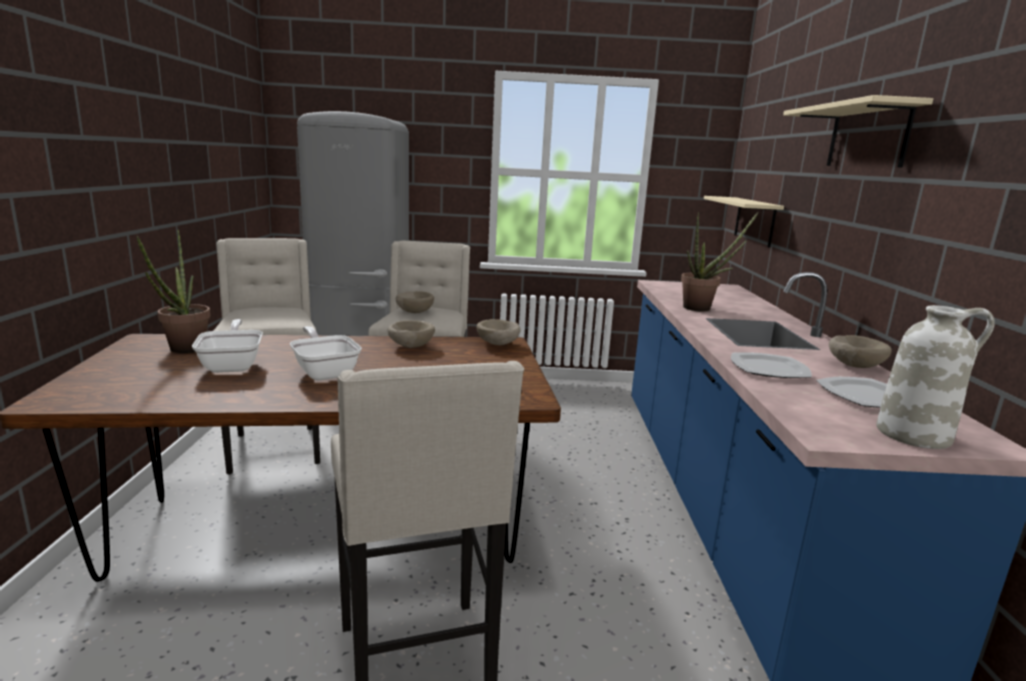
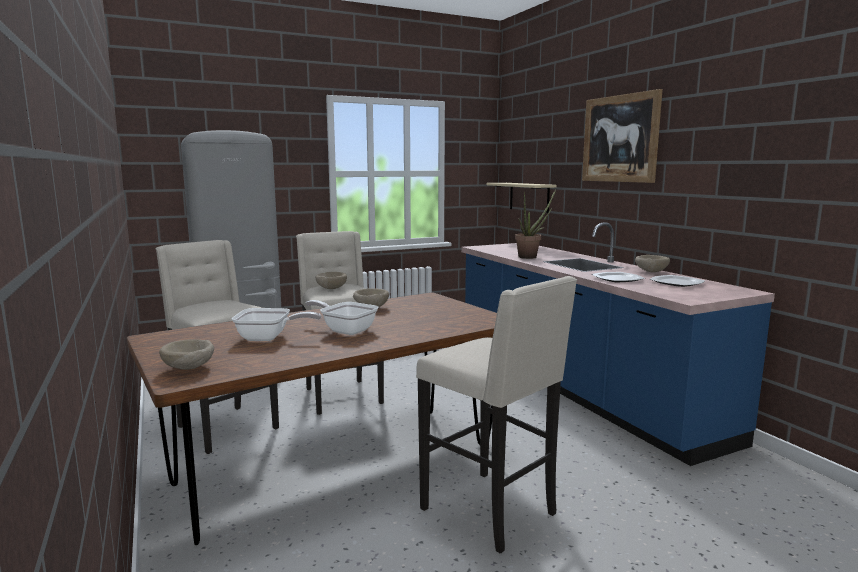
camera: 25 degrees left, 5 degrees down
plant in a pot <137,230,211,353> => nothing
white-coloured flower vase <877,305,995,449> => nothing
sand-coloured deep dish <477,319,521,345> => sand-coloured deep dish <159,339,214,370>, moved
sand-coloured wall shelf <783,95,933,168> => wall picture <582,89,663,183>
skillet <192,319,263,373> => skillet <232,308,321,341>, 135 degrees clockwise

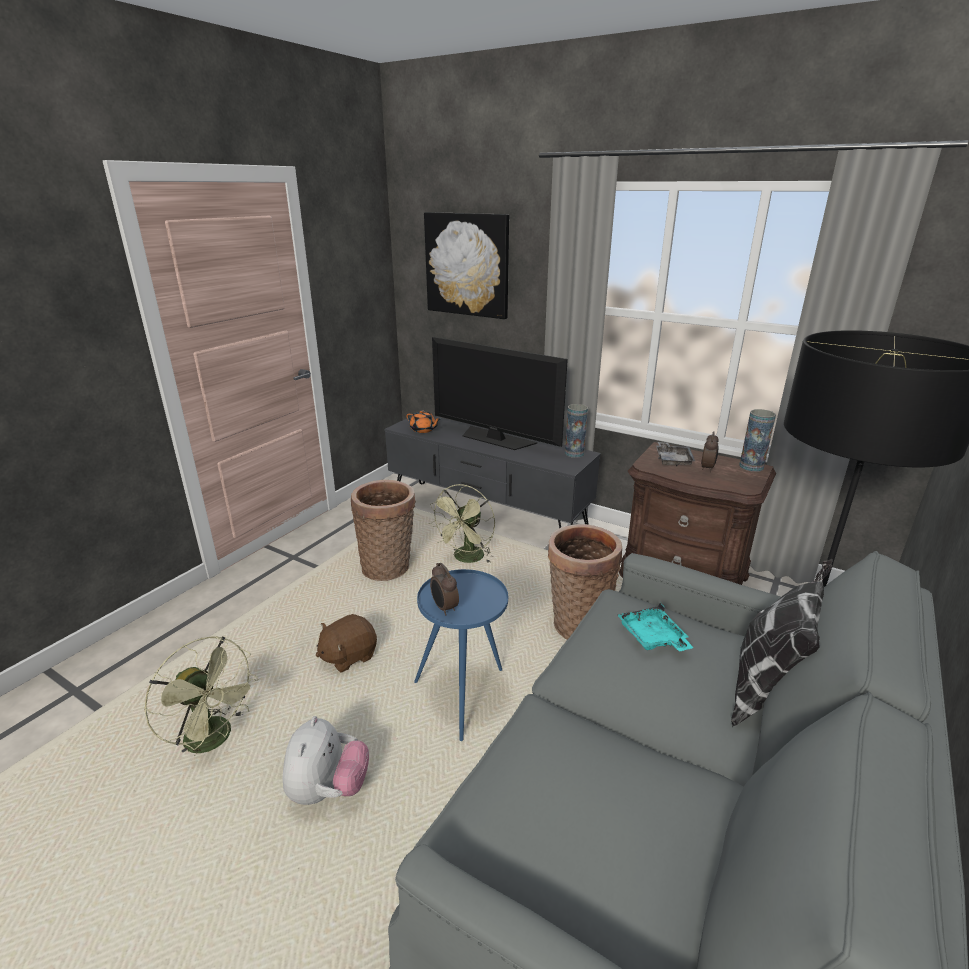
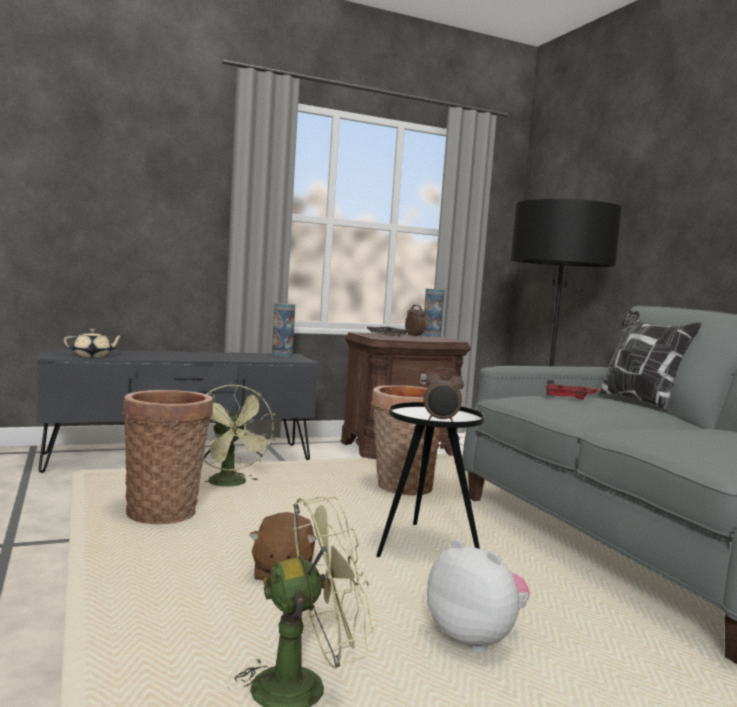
camera: 55 degrees left, 20 degrees down
wall picture <424,212,509,319> => nothing
television <432,337,568,450> => nothing
orange-coloured tea pot <406,410,440,433> => sand-coloured tea pot <64,329,124,357>
blue accent table <414,569,508,741> => black-coloured accent table <376,402,484,557>
turquoise serving tray <617,603,694,651> => reddish serving tray <545,380,601,399>

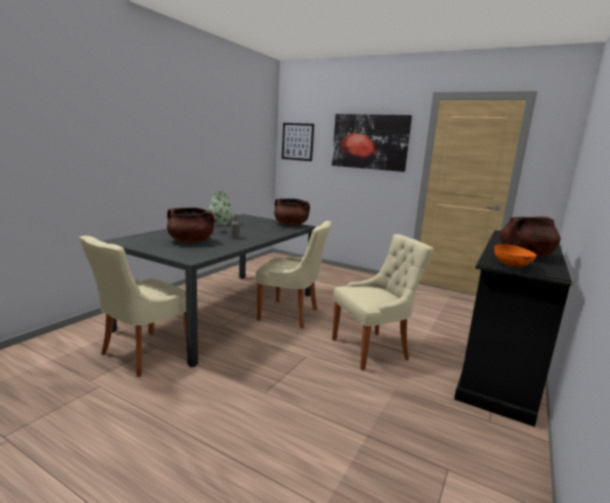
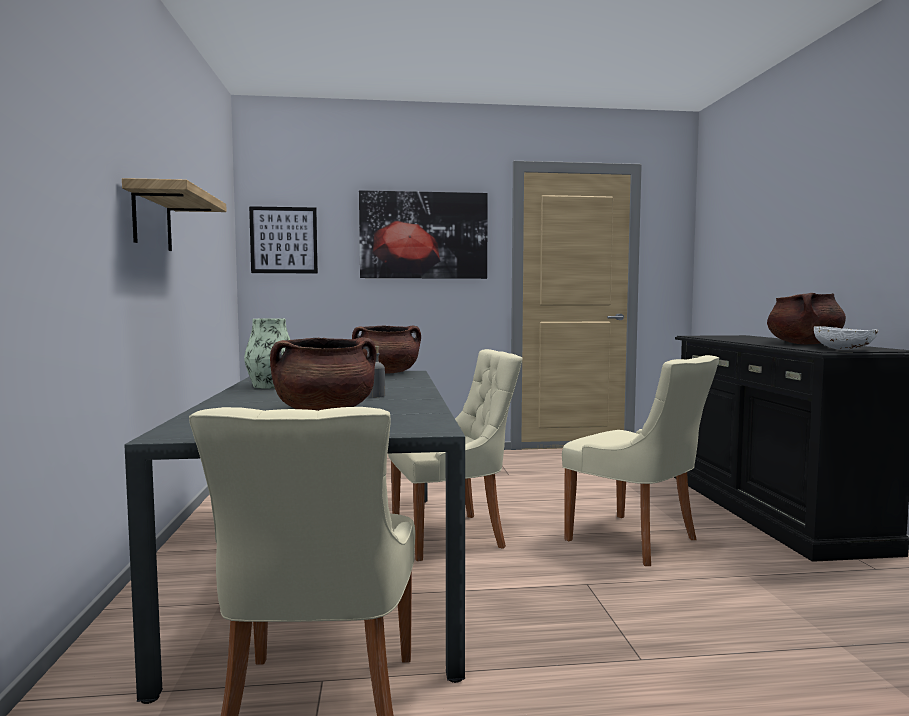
camera: 35 degrees left, 10 degrees down
nothing => wall shelf <122,178,227,251>
orange-coloured deep dish <494,244,537,267> => white-coloured deep dish <814,326,878,350>
sand-coloured plain chair <332,234,434,370> => sand-coloured plain chair <562,355,719,566>, 105 degrees clockwise

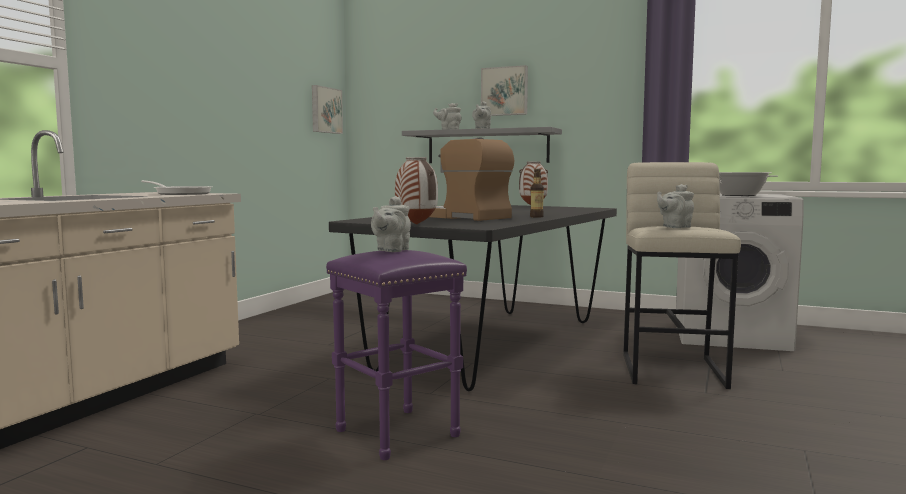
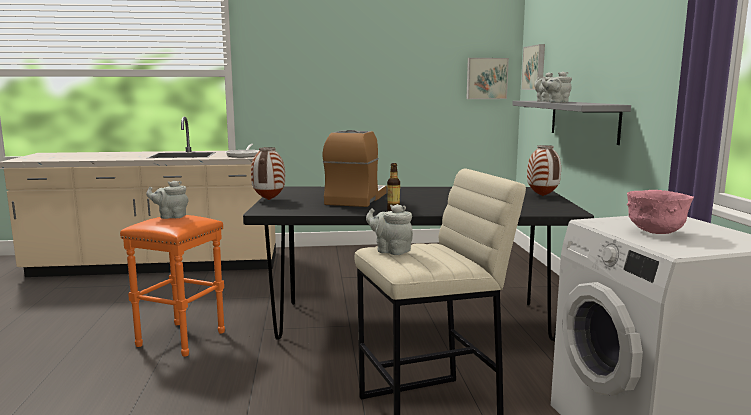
camera: 60 degrees right, 5 degrees up
wall picture <481,65,528,116> => wall picture <521,44,545,90>, moved
cooking pot <719,172,778,196> => pink deep dish <627,190,694,234>
purple stool <326,250,467,460> => orange-coloured stool <120,215,225,357>

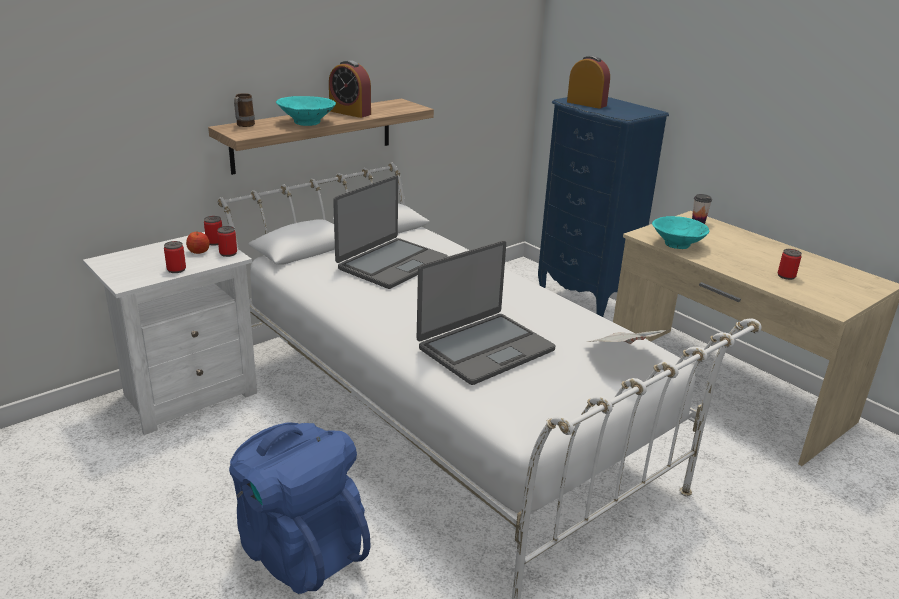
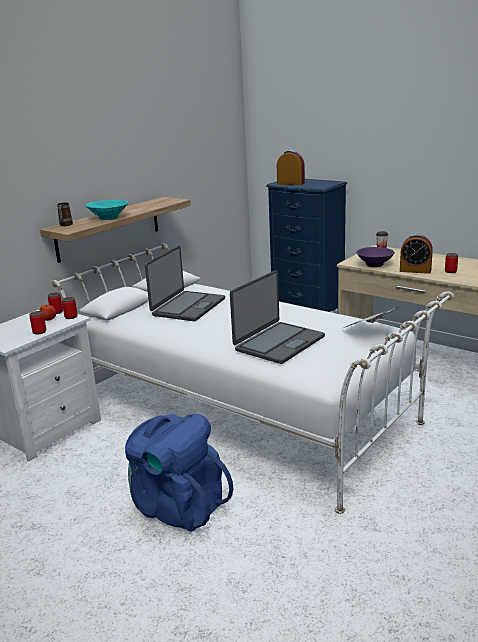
camera: 10 degrees left, 5 degrees down
bedside clock <329,60,371,118> => bedside clock <400,234,433,274>, moved
turquoise deep dish <652,216,710,249> => purple deep dish <356,247,395,267>

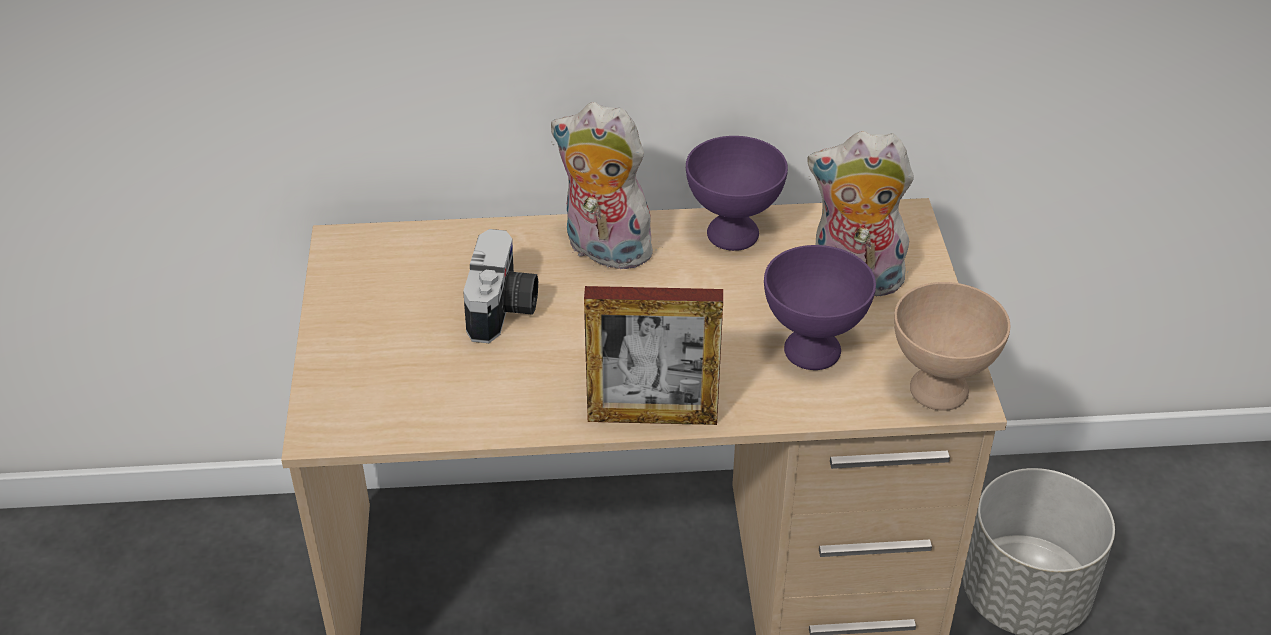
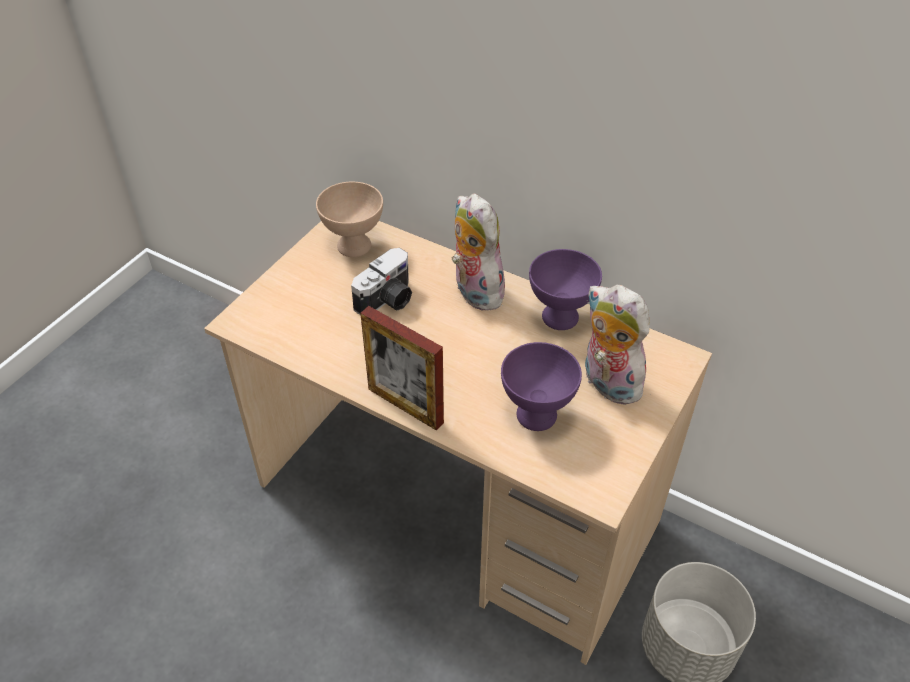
camera: 35 degrees right, 5 degrees up
sand-coloured deep dish <894,282,1010,411> => sand-coloured deep dish <316,182,383,257>, moved

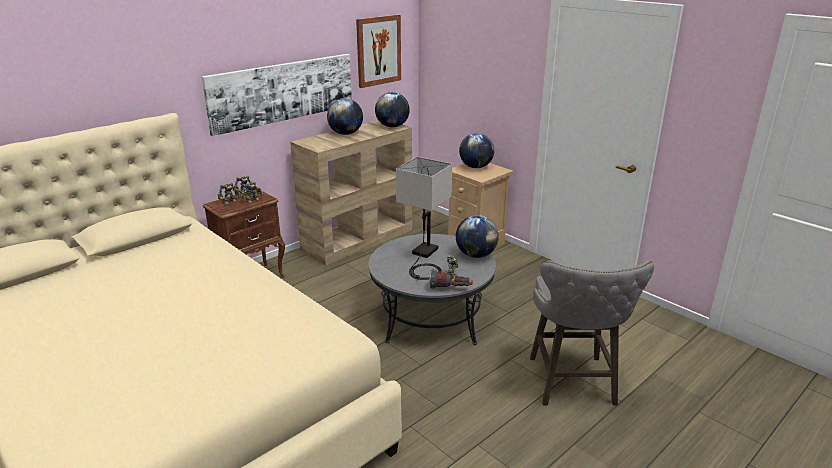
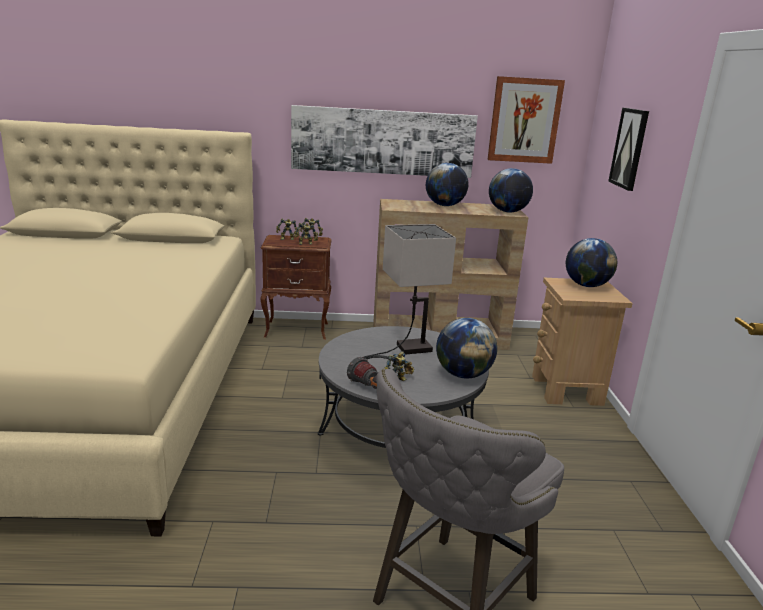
camera: 40 degrees right, 5 degrees down
nothing => wall picture <608,108,649,191>

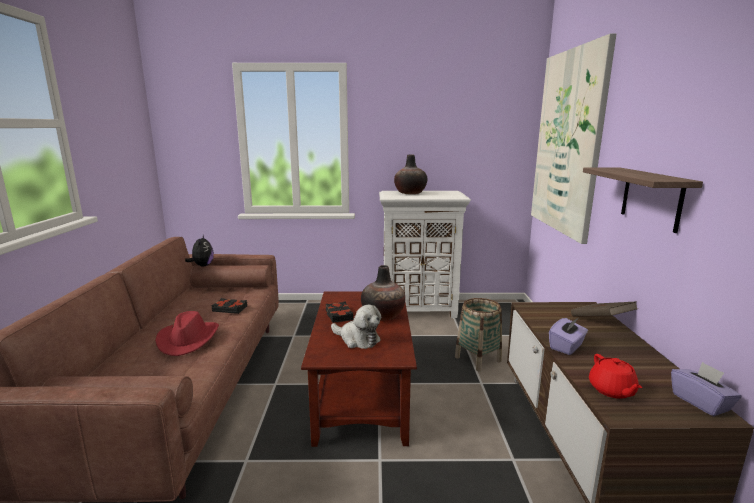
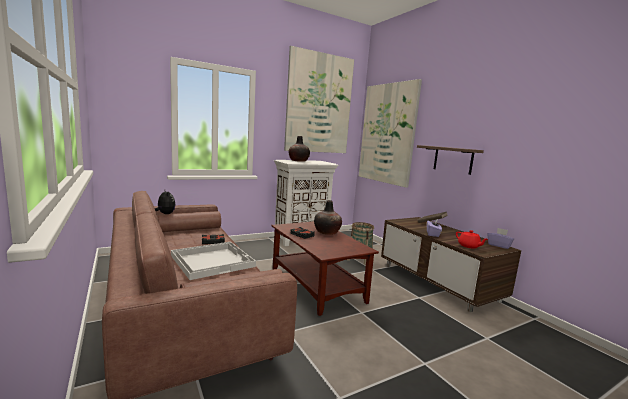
camera: 30 degrees left, 5 degrees down
cuddly toy <331,304,381,349> => nothing
nothing => wall picture <284,46,354,153>
reddish clothing hat <155,311,219,356> => white-coloured serving tray <171,242,256,280>

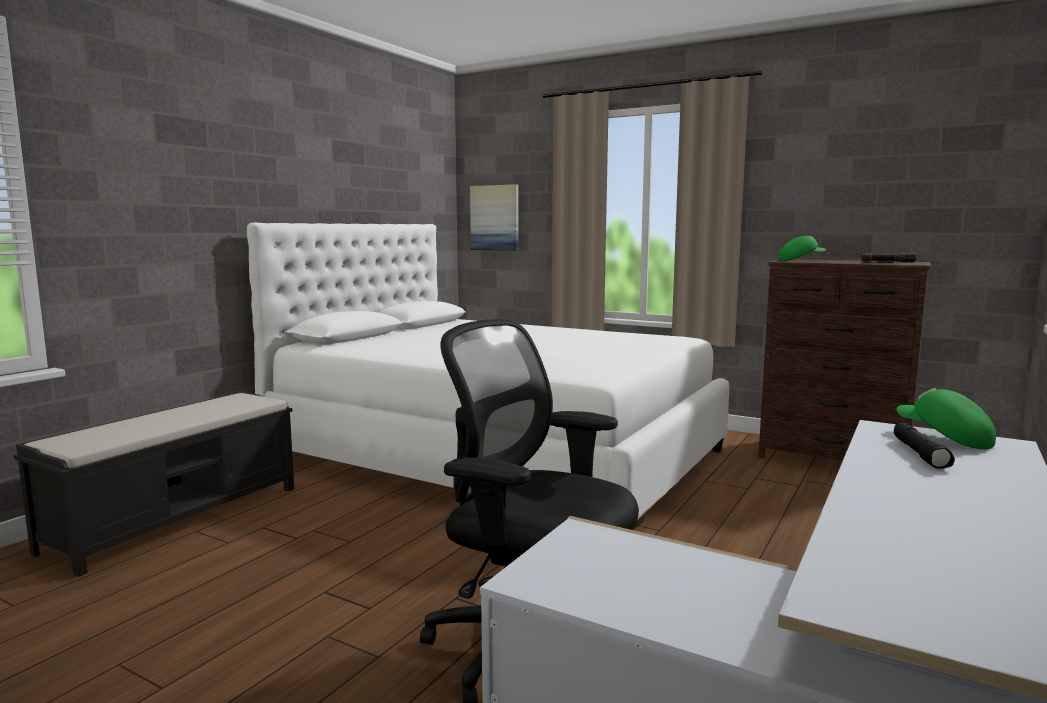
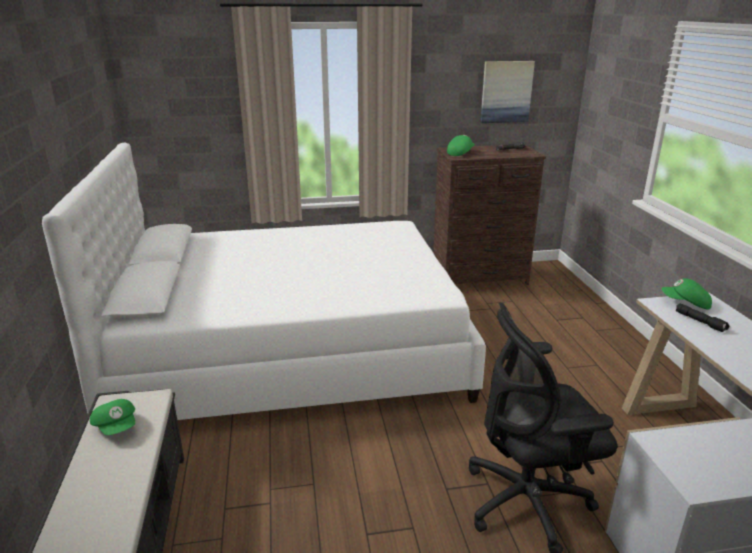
camera: 40 degrees left, 15 degrees up
nothing => green peaked cap <90,399,135,435>
wall picture <470,184,519,251> => wall picture <480,61,535,123>, moved

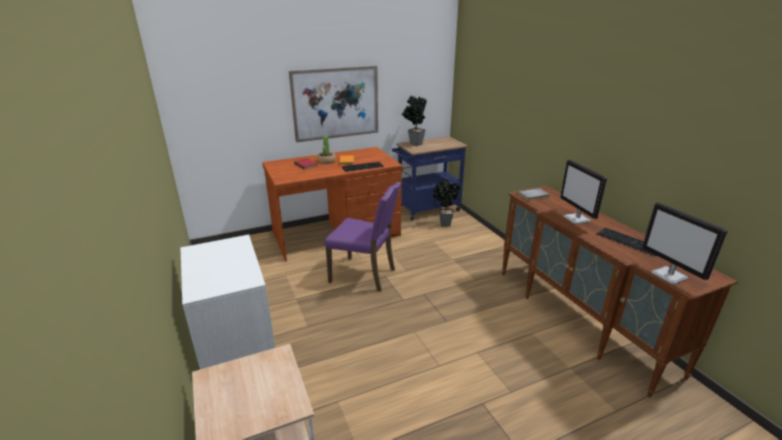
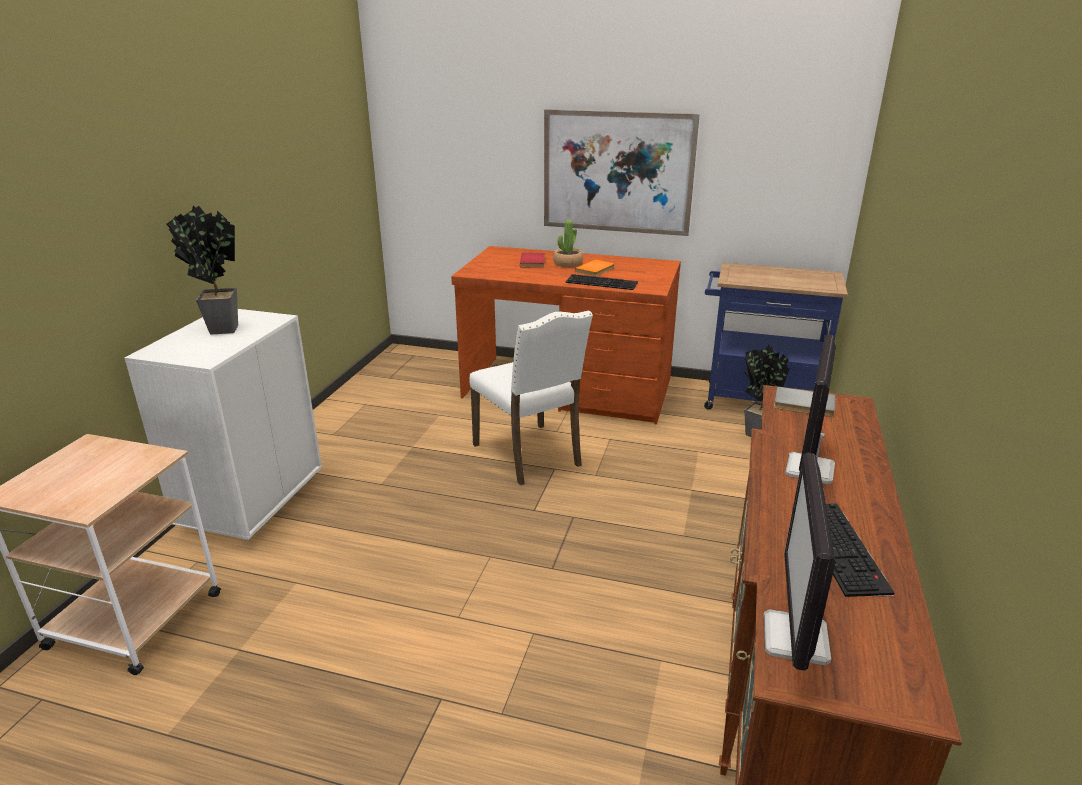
camera: 40 degrees right, 0 degrees up
plant in a pot <402,96,427,146> => plant in a pot <166,205,238,335>, moved
purple plain chair <324,182,401,292> => white-coloured plain chair <469,310,593,485>

